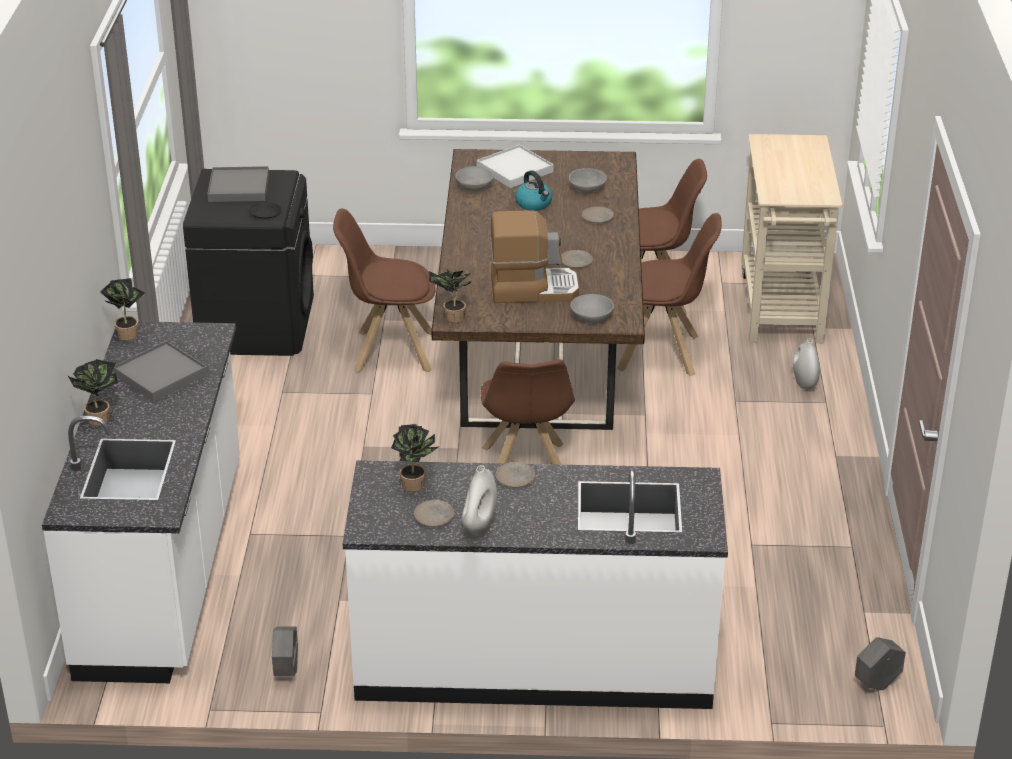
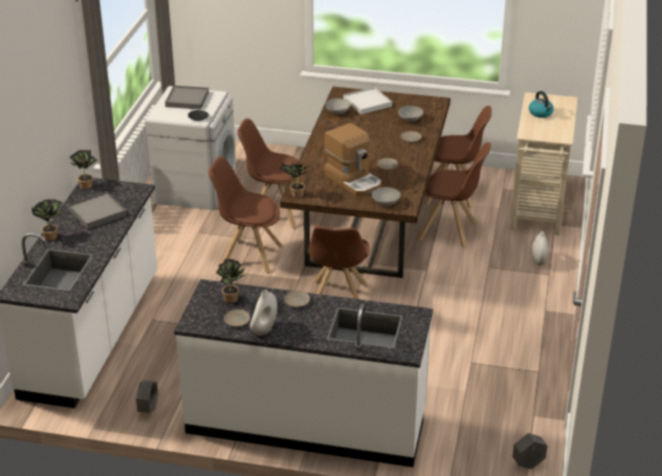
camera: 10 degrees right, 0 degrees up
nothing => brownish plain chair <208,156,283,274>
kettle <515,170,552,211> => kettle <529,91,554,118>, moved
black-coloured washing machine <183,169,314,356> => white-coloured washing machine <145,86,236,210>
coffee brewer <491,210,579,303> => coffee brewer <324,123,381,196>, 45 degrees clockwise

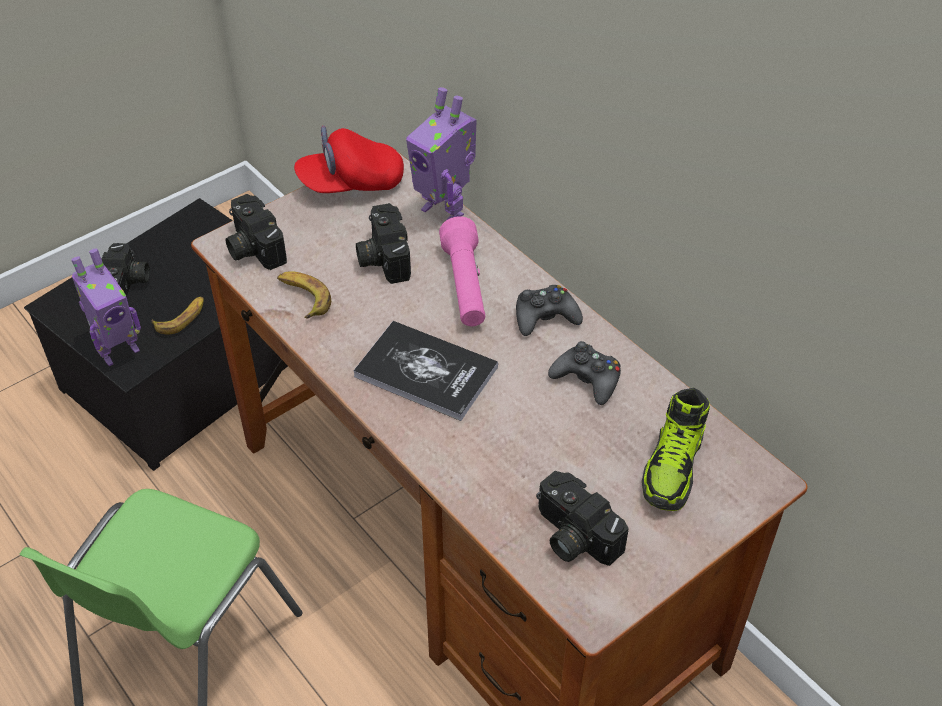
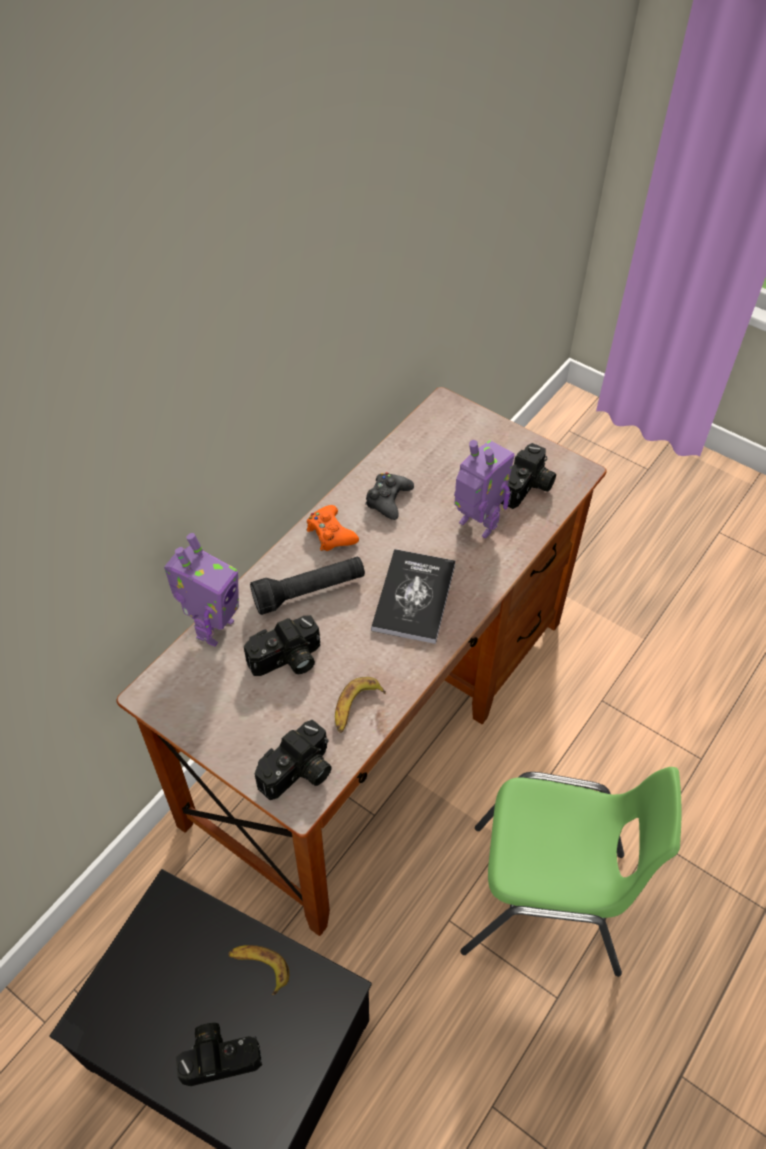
camera: 105 degrees left, 5 degrees up
reddish peaked cap <294,125,404,193> => nothing
shoe <642,388,710,511> => nothing
model robot <71,249,141,366> => model robot <454,440,515,539>, moved
pink torch <439,217,485,326> => black-coloured torch <250,557,365,615>
black-coloured game controller <516,285,583,336> => orange-coloured game controller <307,505,359,551>

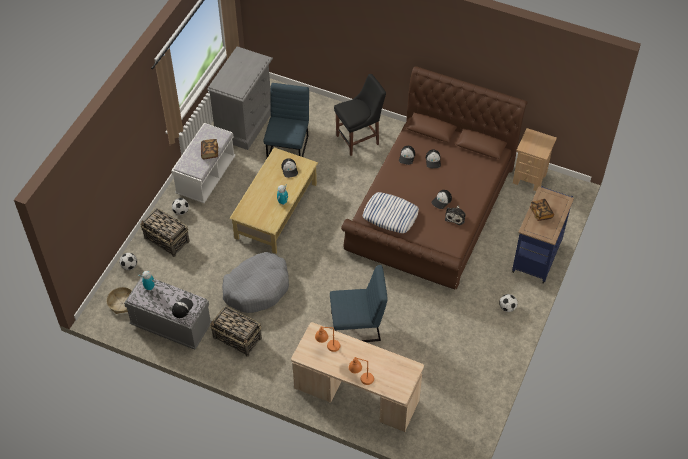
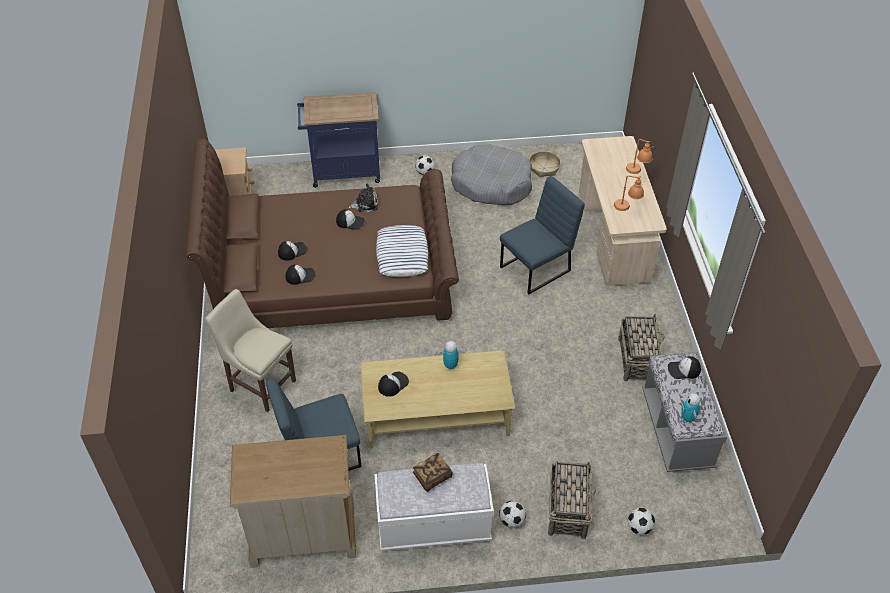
camera: 120 degrees left, 5 degrees down
volume <530,199,554,221> => nothing
basket <107,287,132,314> => basket <529,151,561,177>, moved
greyish pet bed <222,252,289,313> => greyish pet bed <451,144,532,205>, moved
greyish drawer chest <207,46,273,150> => brownish drawer chest <230,435,356,568>
black-coloured plain chair <334,74,386,156> => sand-coloured plain chair <205,289,296,412>
blue plain chair <330,265,388,342> => blue plain chair <500,176,585,294>, 90 degrees clockwise

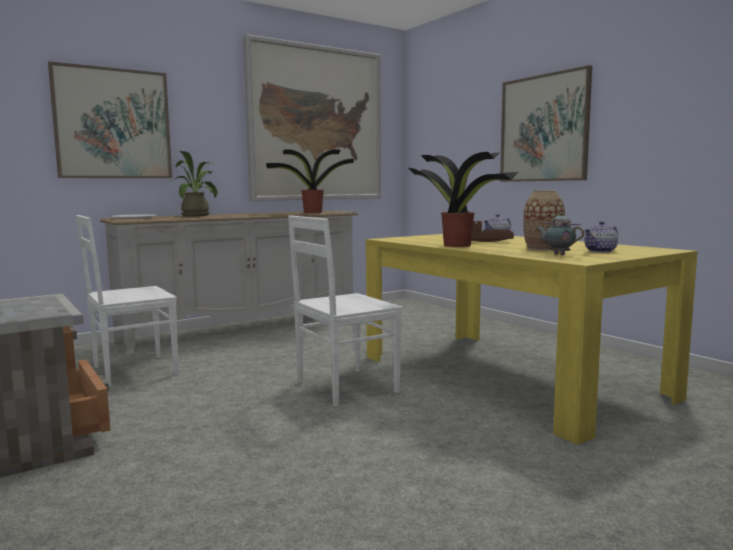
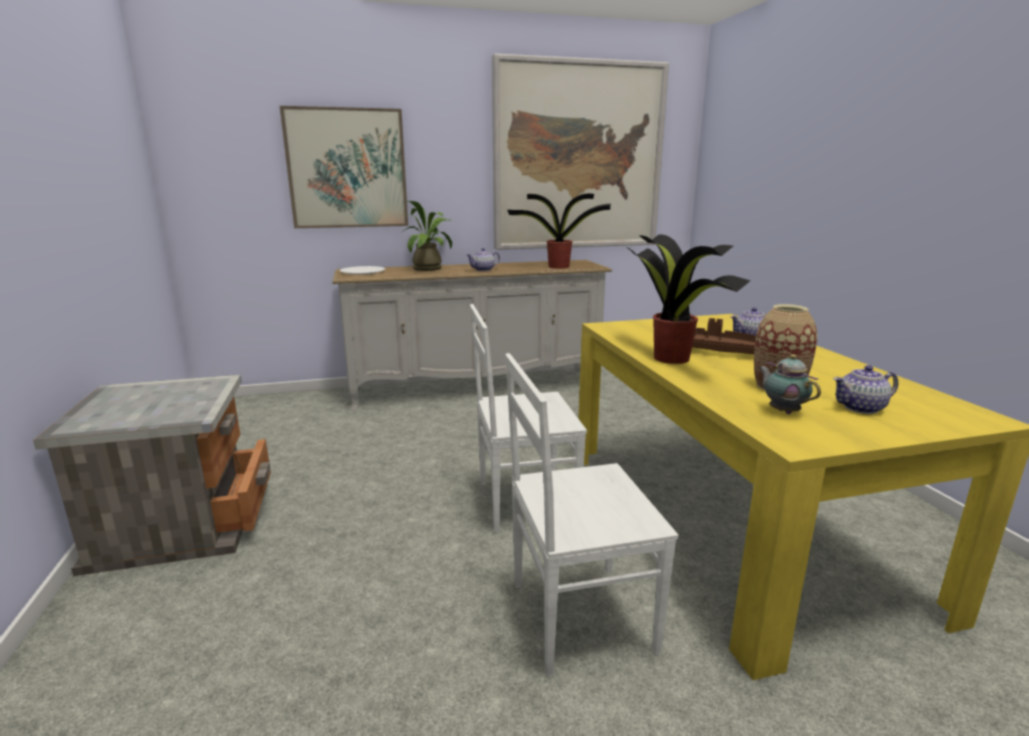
camera: 20 degrees right, 10 degrees up
wall picture <500,65,592,182> => nothing
nothing => tea pot <467,248,500,271>
white-coloured plain chair <76,215,179,387> => white-coloured plain chair <505,353,678,676>, moved

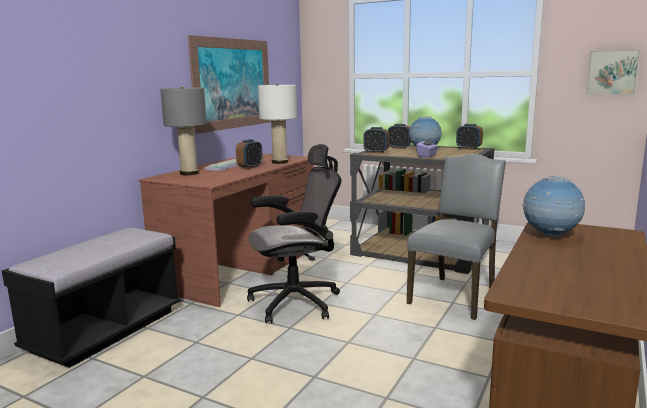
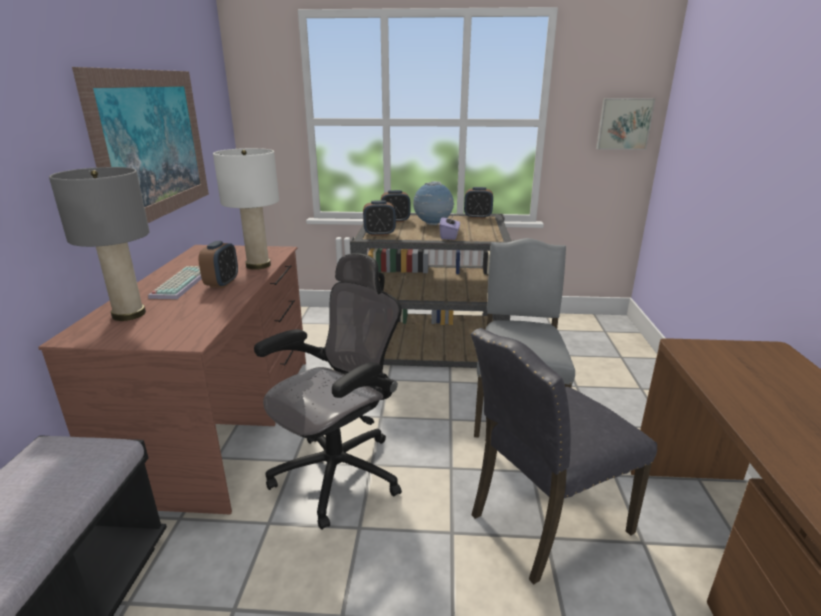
camera: 25 degrees left, 10 degrees up
world globe <522,176,585,238> => nothing
nothing => greyish plain chair <471,328,657,584>

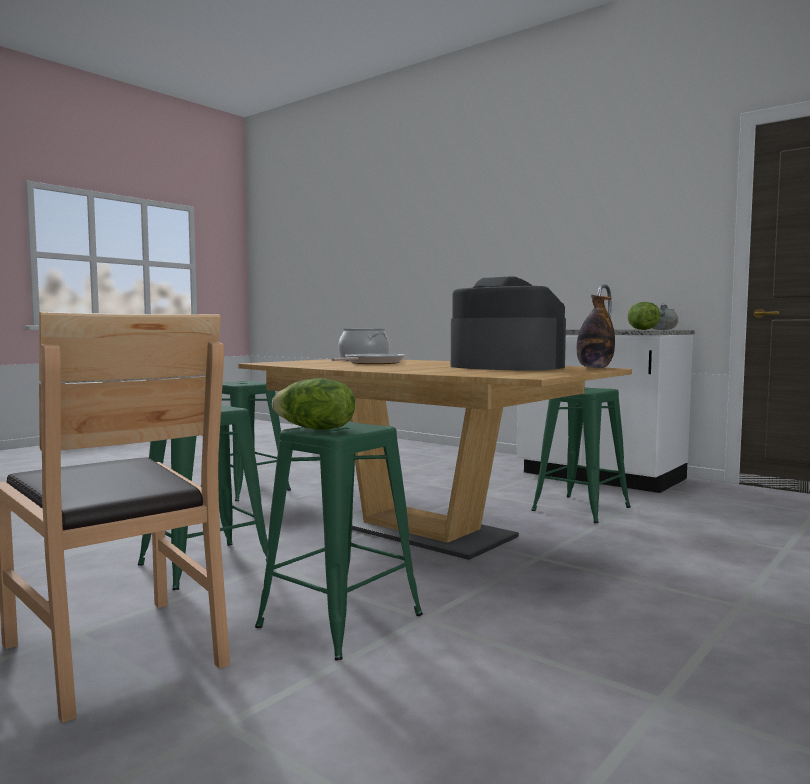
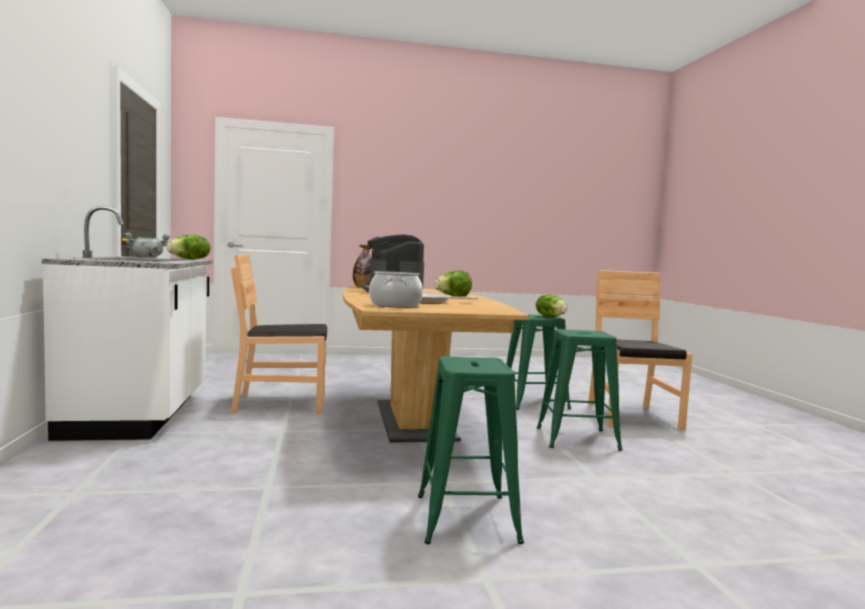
camera: 140 degrees left, 0 degrees up
nothing => head of lettuce <434,271,472,297>
green stool <531,387,631,523> => brownish plain chair <231,254,327,414>

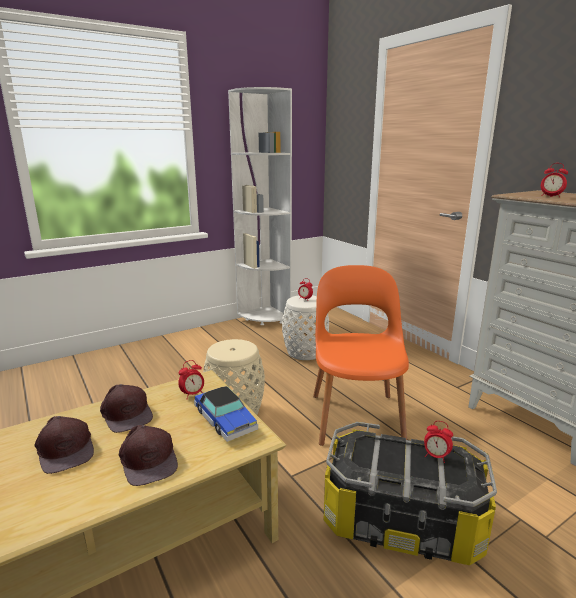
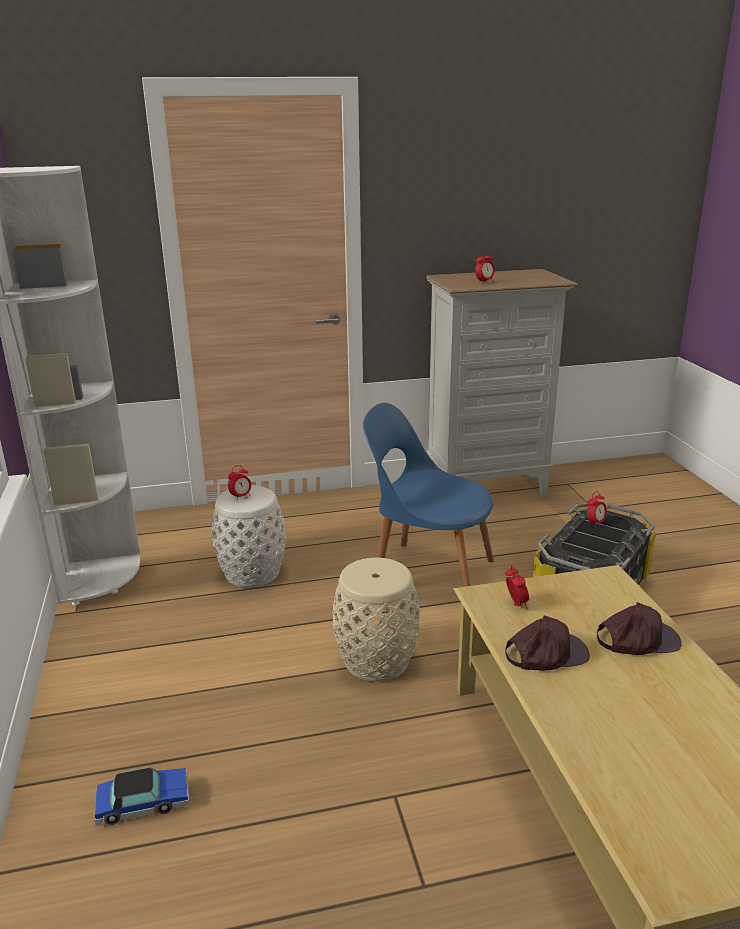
camera: 70 degrees left, 5 degrees up
brownish peaked cap <34,416,94,474> => nothing
toy car <194,386,258,442> => toy car <94,767,190,826>, moved
orange-coloured plain chair <313,265,409,446> => blue plain chair <363,403,494,587>

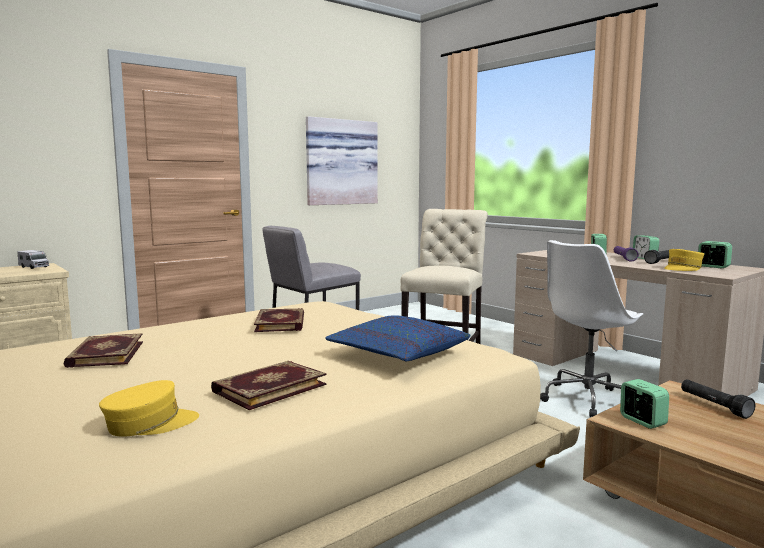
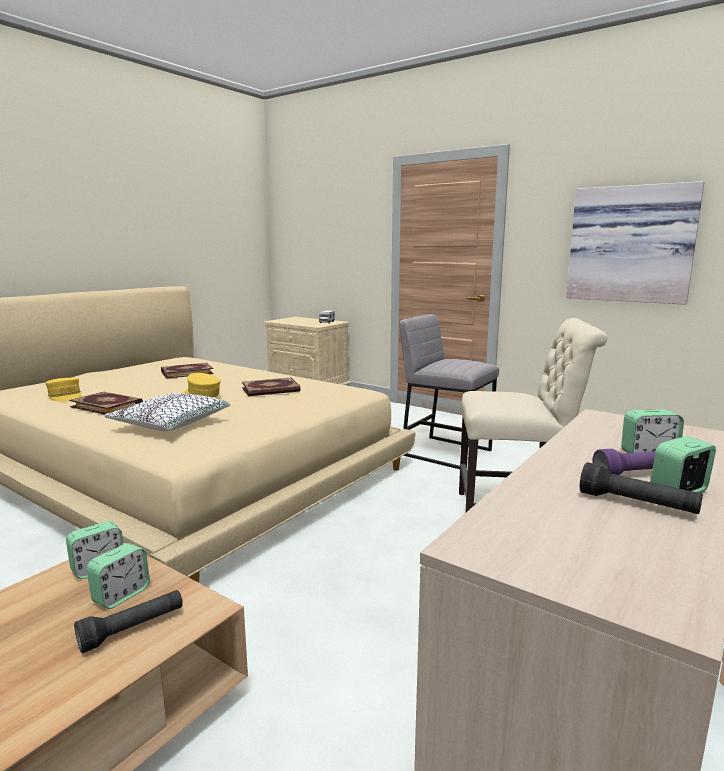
camera: 75 degrees right, 5 degrees up
white-coloured office chair <540,240,643,418> => nothing
yellowish peaked cap <664,249,704,271> => yellowish peaked cap <183,373,221,397>, moved
bedside clock <698,241,732,268> => bedside clock <86,543,150,609>, moved
blue throw pillow <325,315,471,361> => white-coloured throw pillow <103,393,231,431>

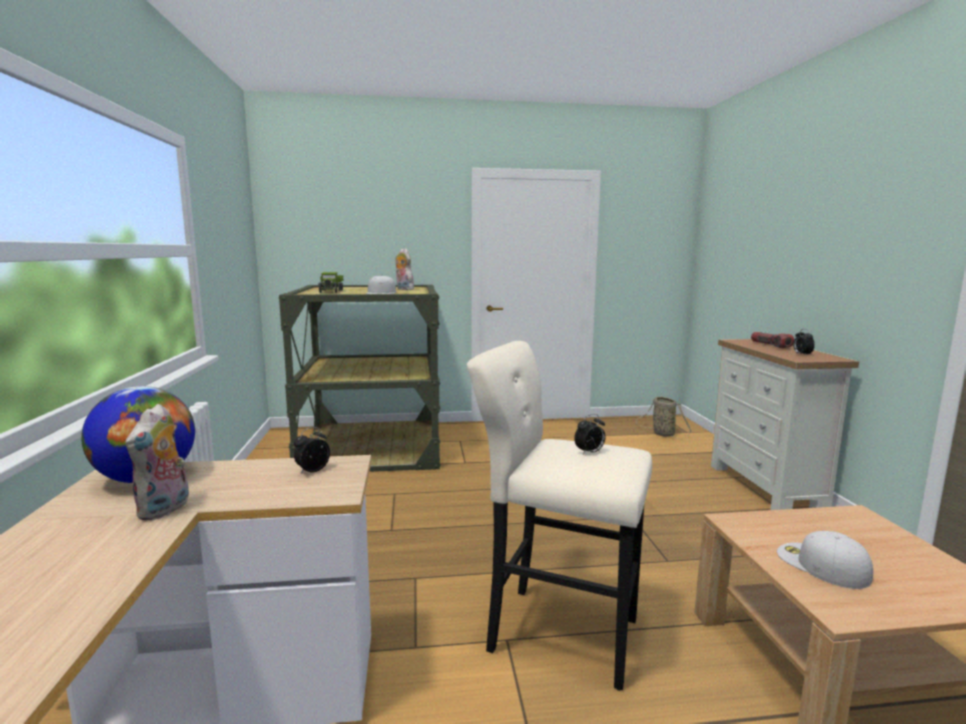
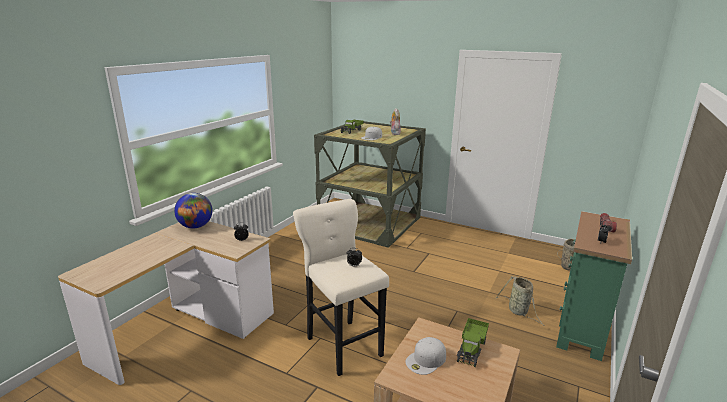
camera: 35 degrees right, 10 degrees up
cuddly toy <125,404,189,521> => nothing
nothing => model truck <457,318,489,367>
nothing => basket <496,276,543,325>
white-coloured drawer chest <711,339,859,510> => green drawer chest <556,211,632,361>
white-coloured peaked cap <777,531,873,589> => white-coloured peaked cap <405,337,446,375>, 135 degrees counterclockwise

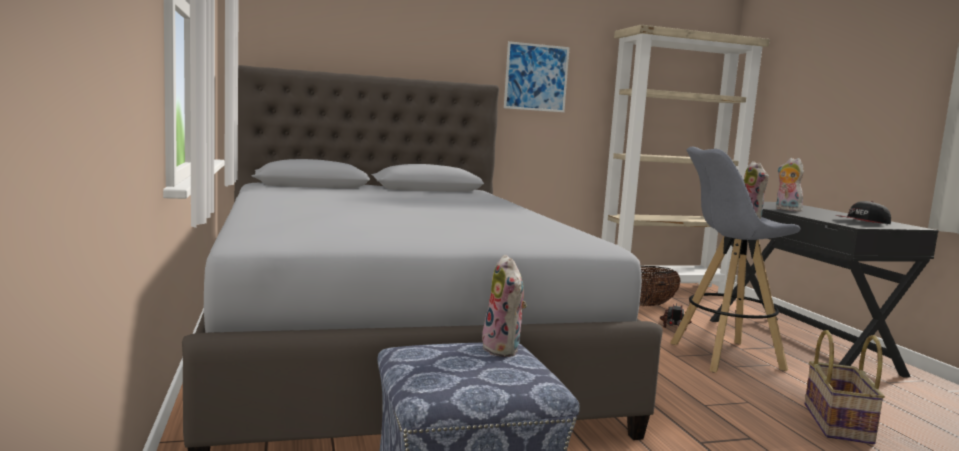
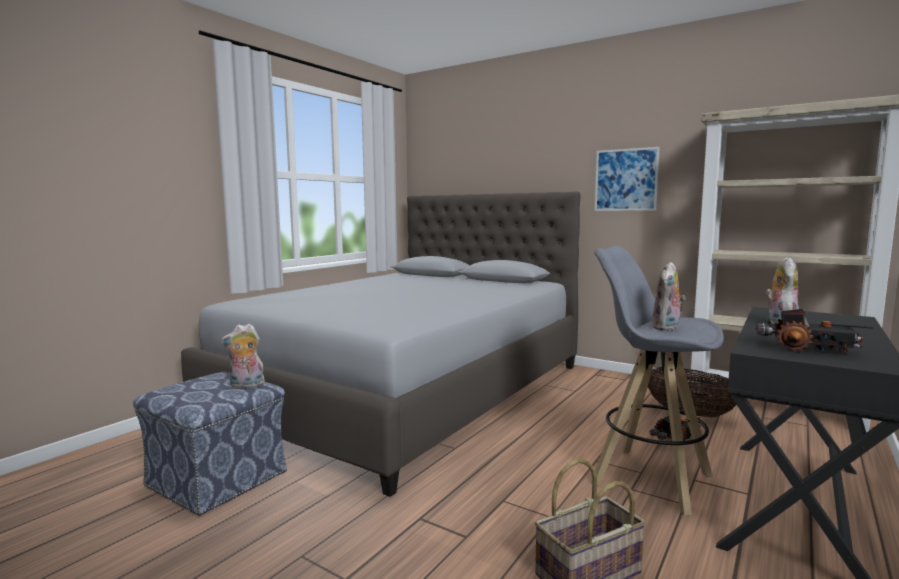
camera: 50 degrees right, 0 degrees up
peaked cap <835,201,891,224> => model truck <756,309,873,354>
cuddly toy <482,254,527,357> => cuddly toy <221,324,265,388>, 45 degrees clockwise

